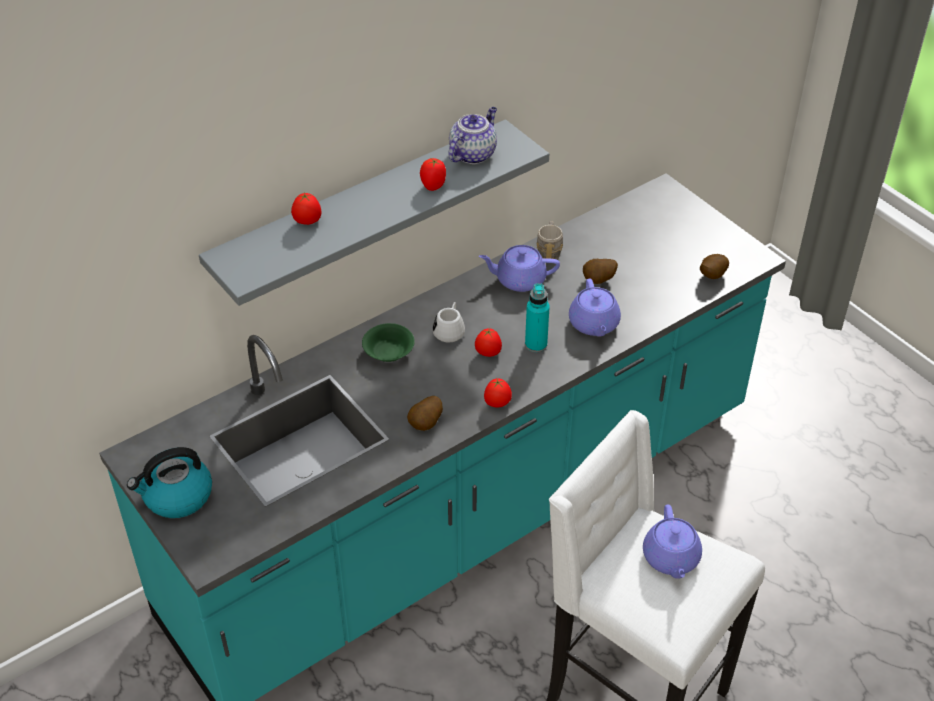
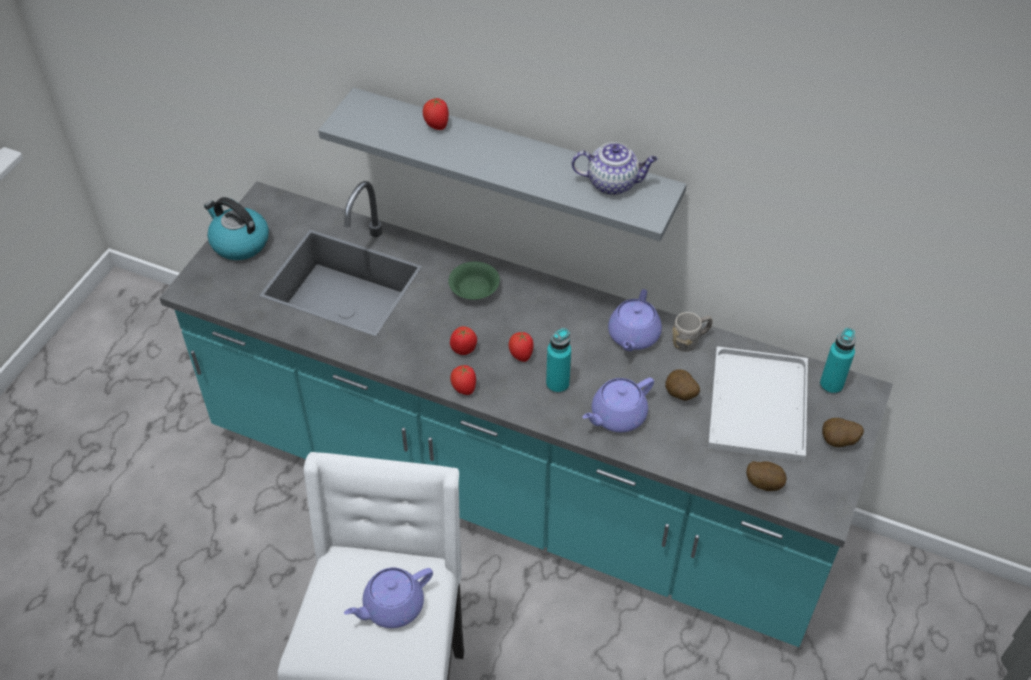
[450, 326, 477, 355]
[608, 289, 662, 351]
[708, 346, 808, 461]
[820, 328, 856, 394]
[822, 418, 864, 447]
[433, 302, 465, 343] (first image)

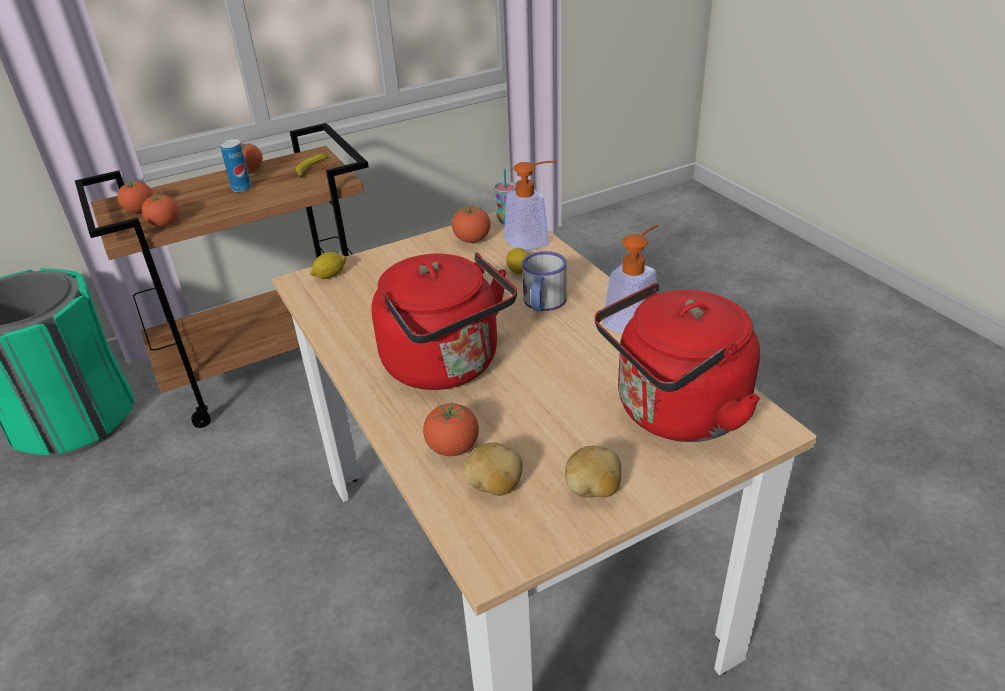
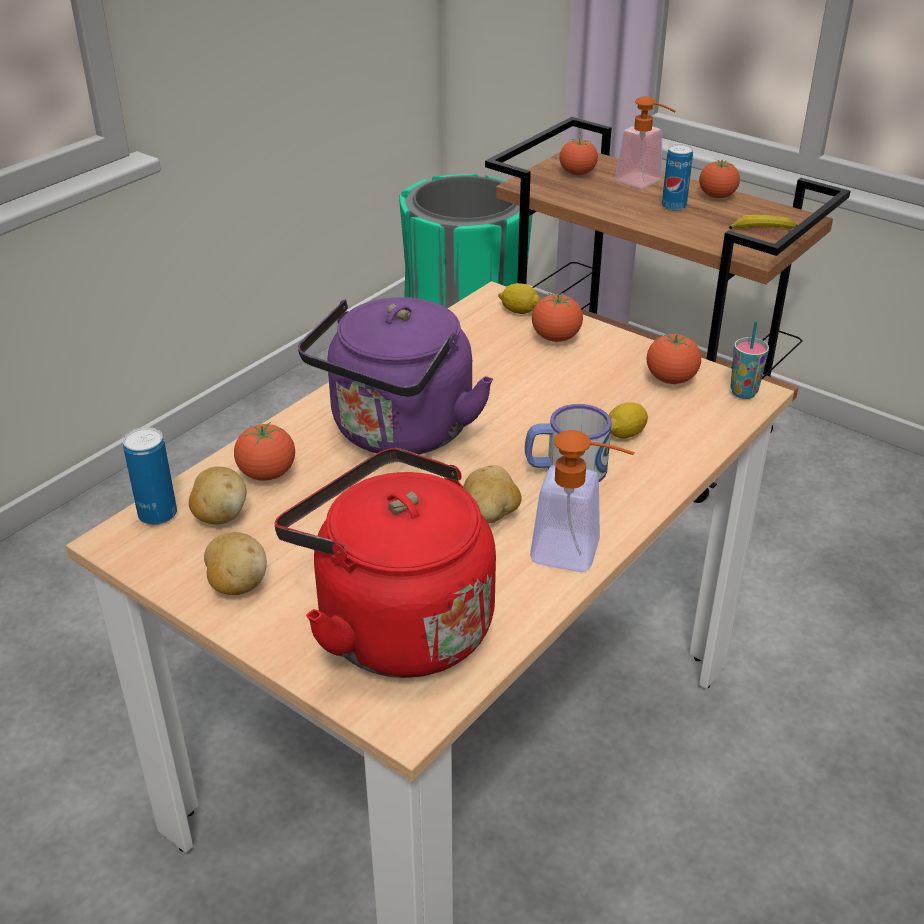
[123, 427, 177, 525]
[298, 297, 493, 454]
[463, 465, 522, 523]
[532, 293, 583, 342]
[615, 96, 676, 188]

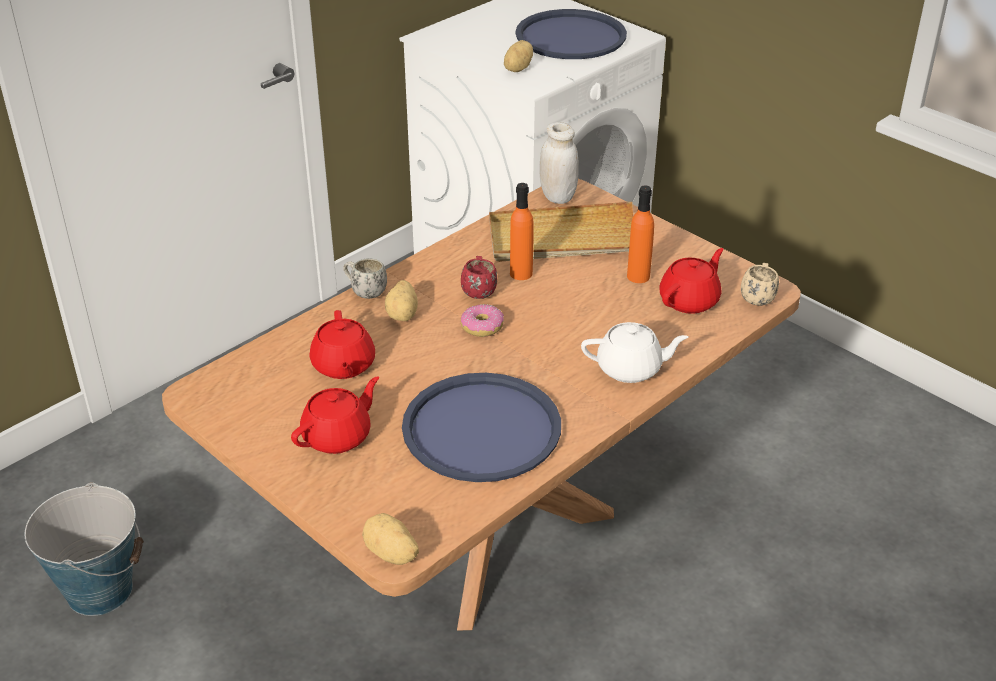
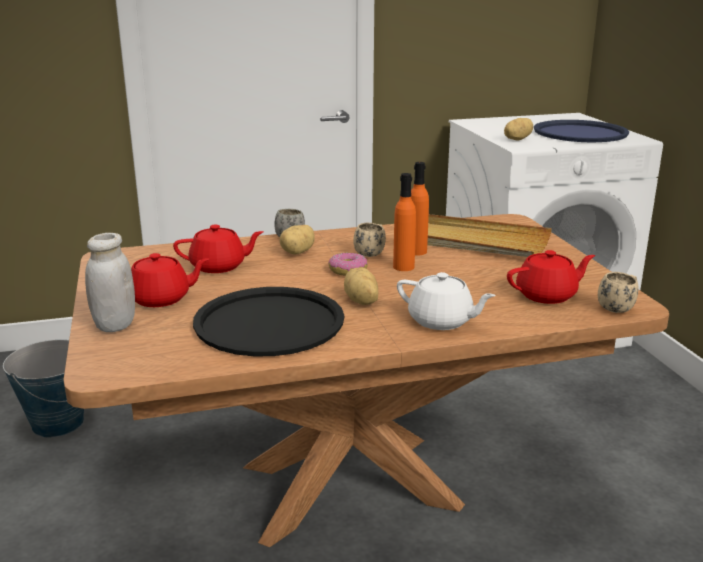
[85, 233, 135, 332]
[173, 225, 263, 273]
[193, 287, 344, 356]
[344, 268, 378, 305]
[353, 223, 386, 257]
[393, 173, 416, 271]

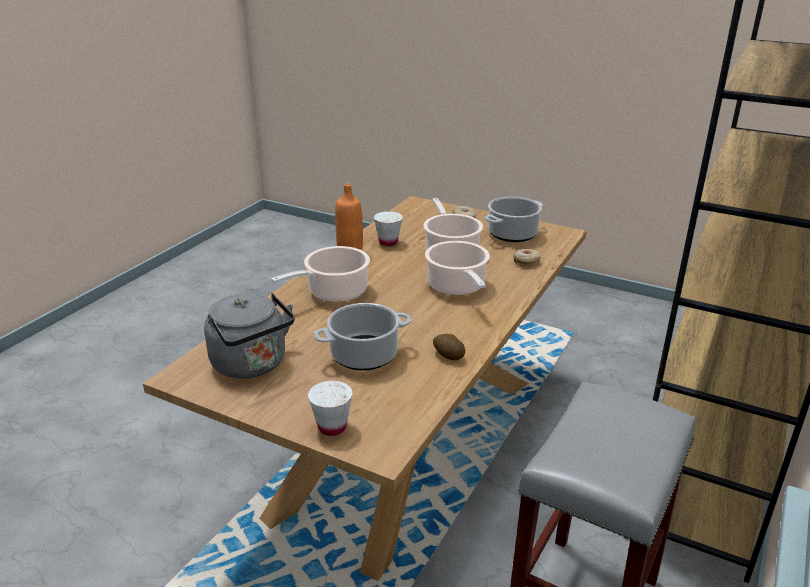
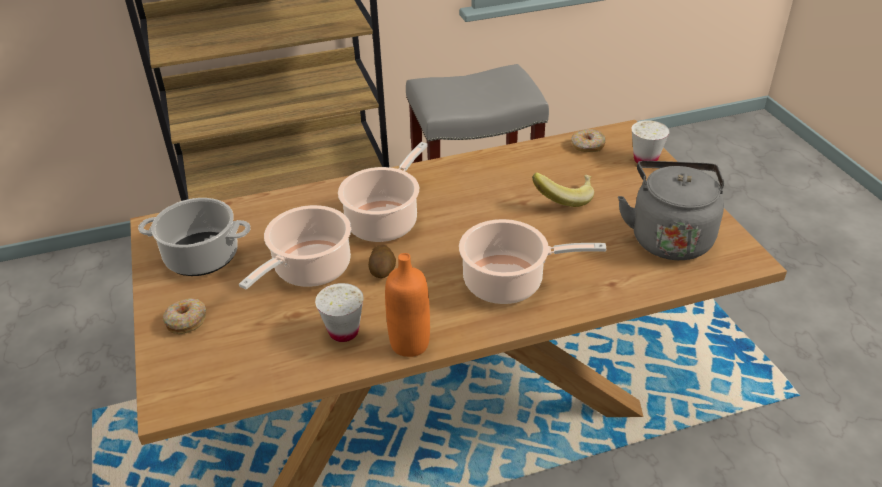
[368, 245, 396, 278]
[532, 173, 594, 207]
[571, 129, 606, 152]

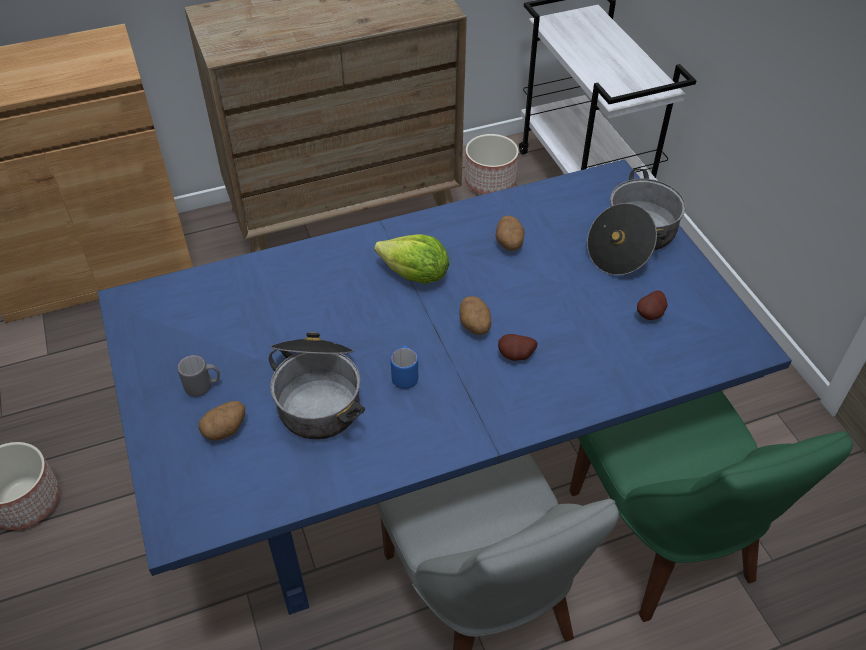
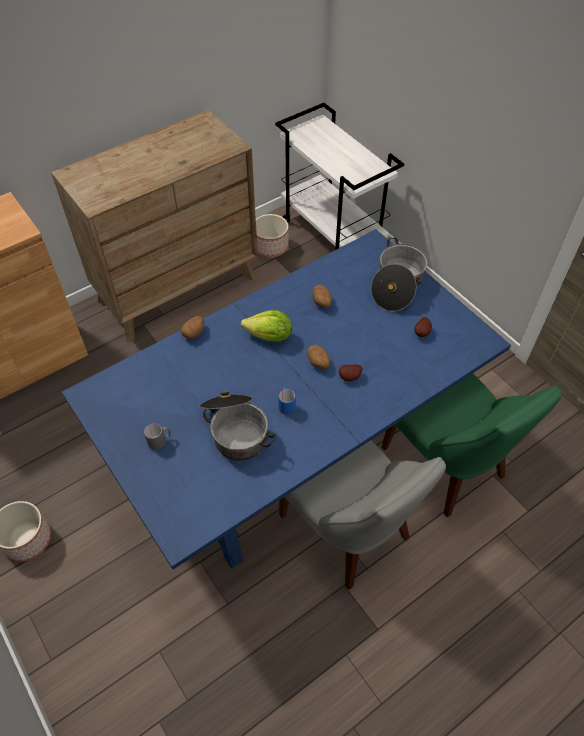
[181, 316, 204, 339]

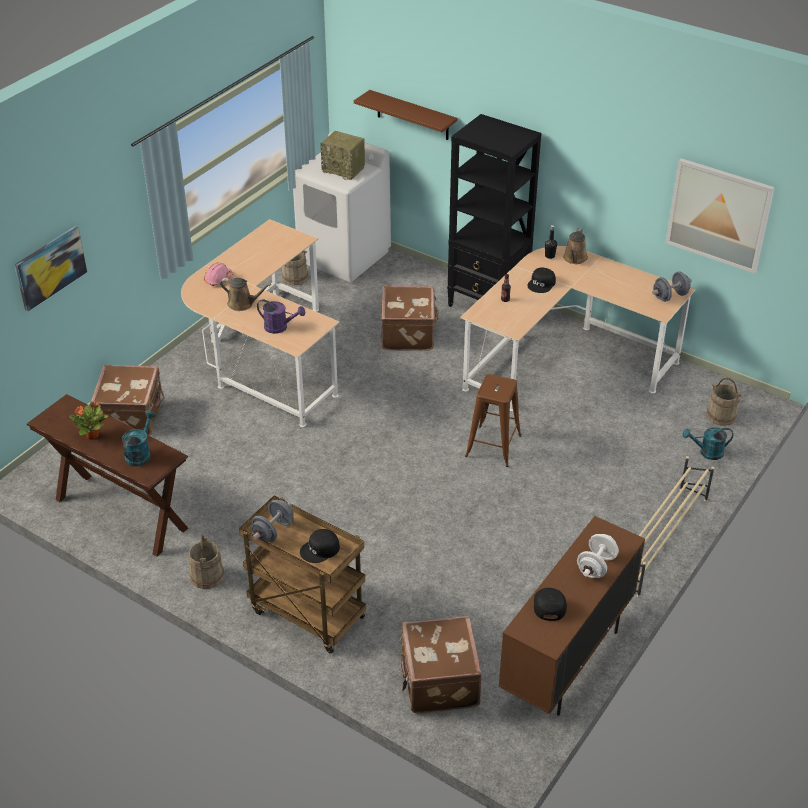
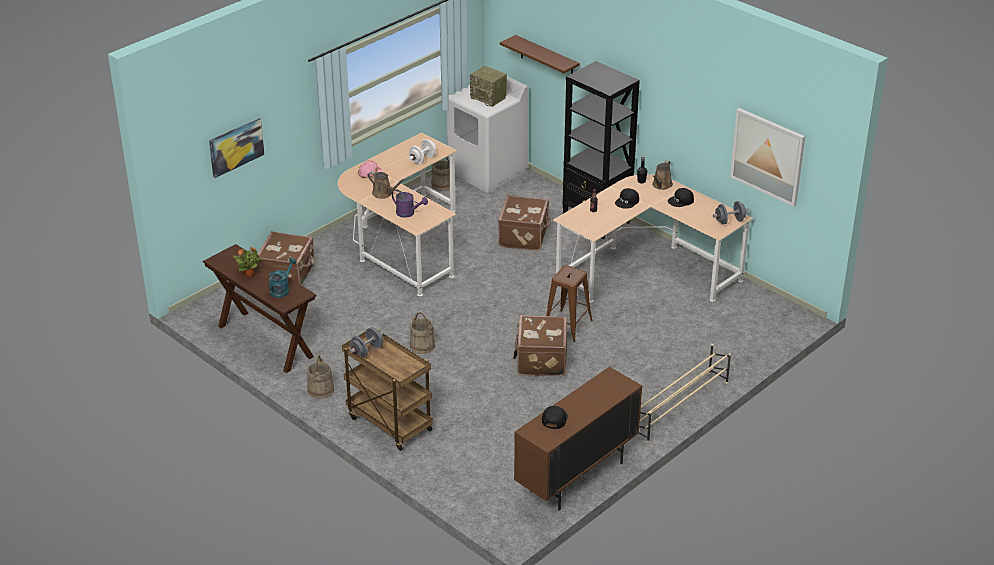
[409, 139, 436, 164]
[410, 312, 435, 354]
[513, 315, 567, 376]
[668, 188, 694, 207]
[682, 427, 733, 460] (first image)

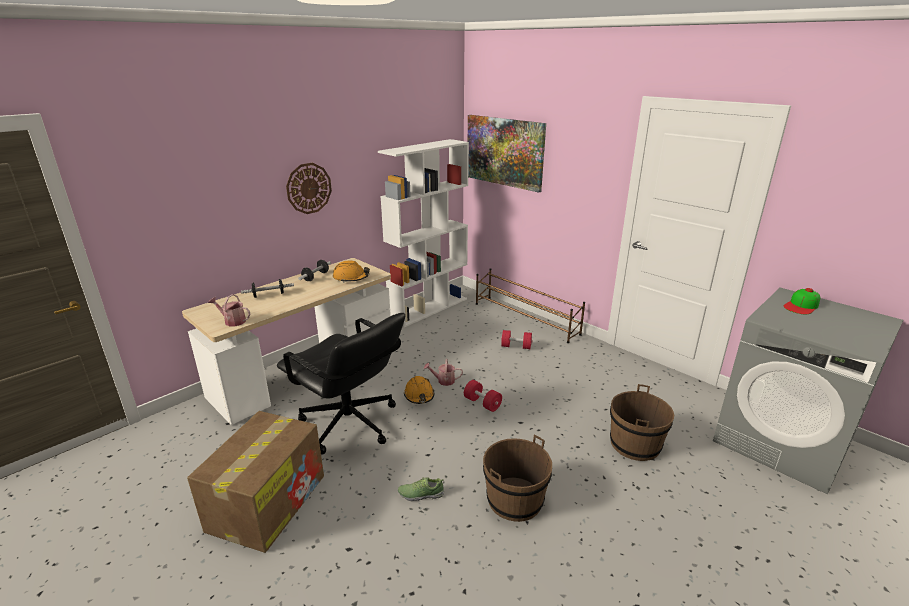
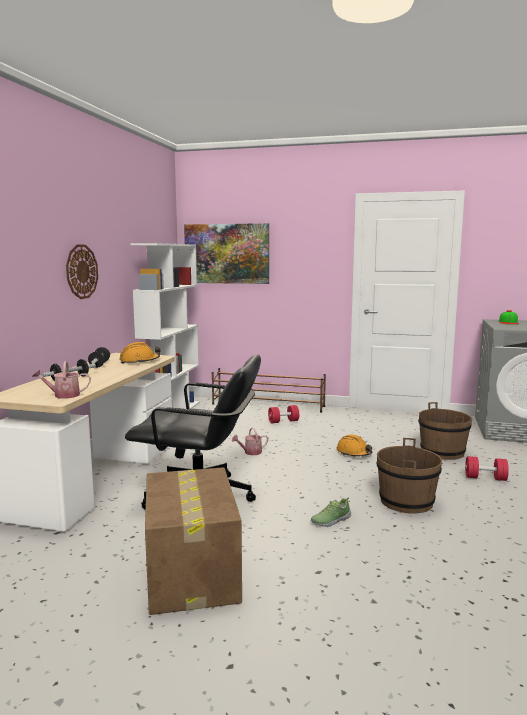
[336, 435, 372, 456]
[465, 456, 509, 481]

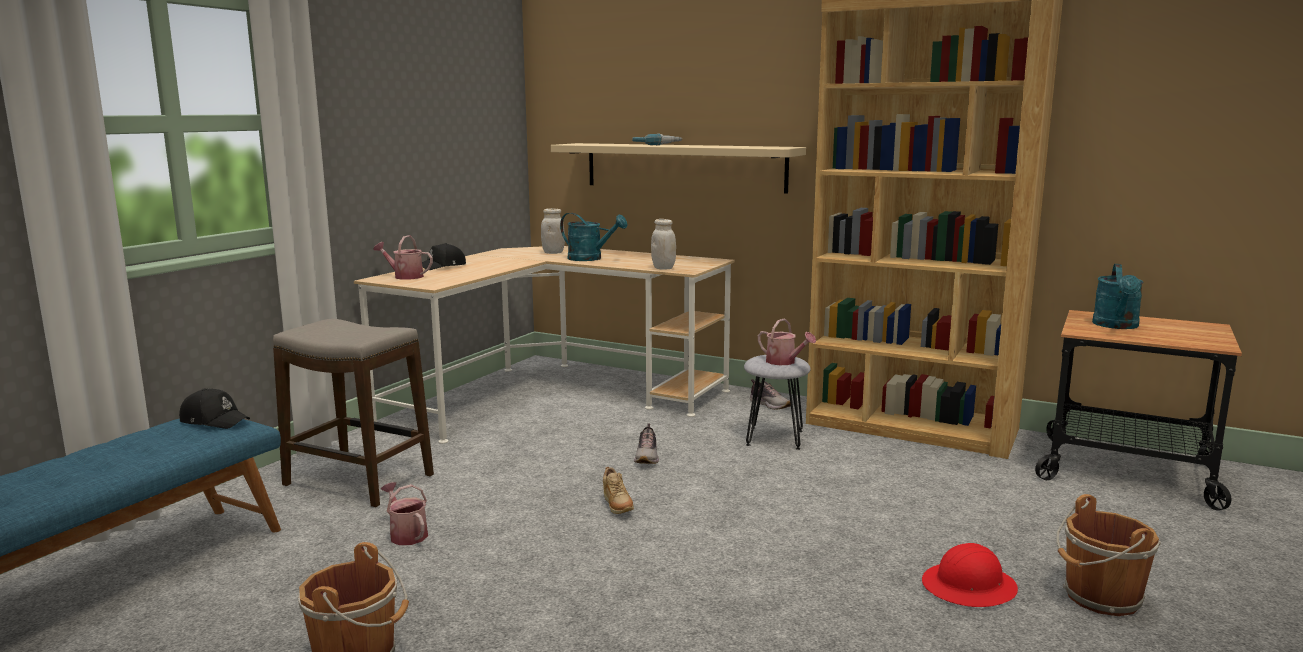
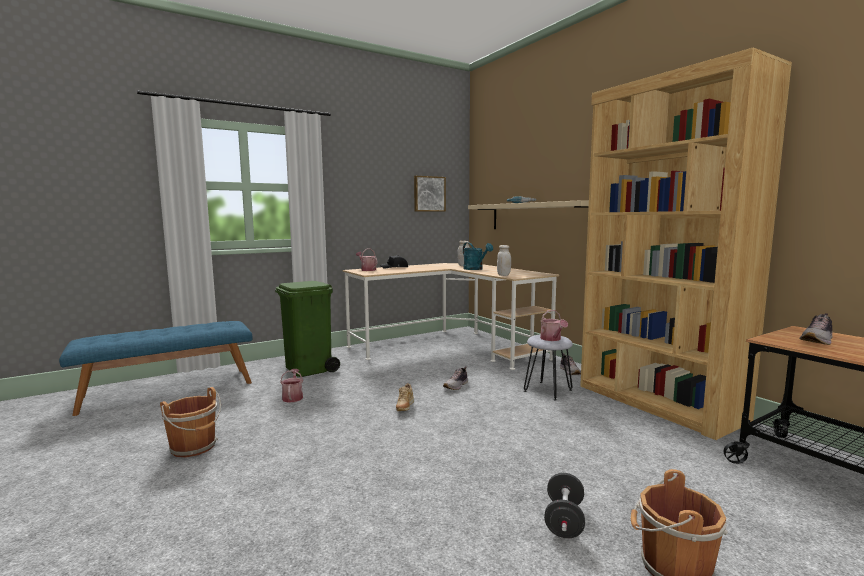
[275, 281, 340, 377]
[414, 176, 446, 211]
[544, 473, 585, 538]
[800, 313, 833, 345]
[179, 388, 250, 429] (first image)

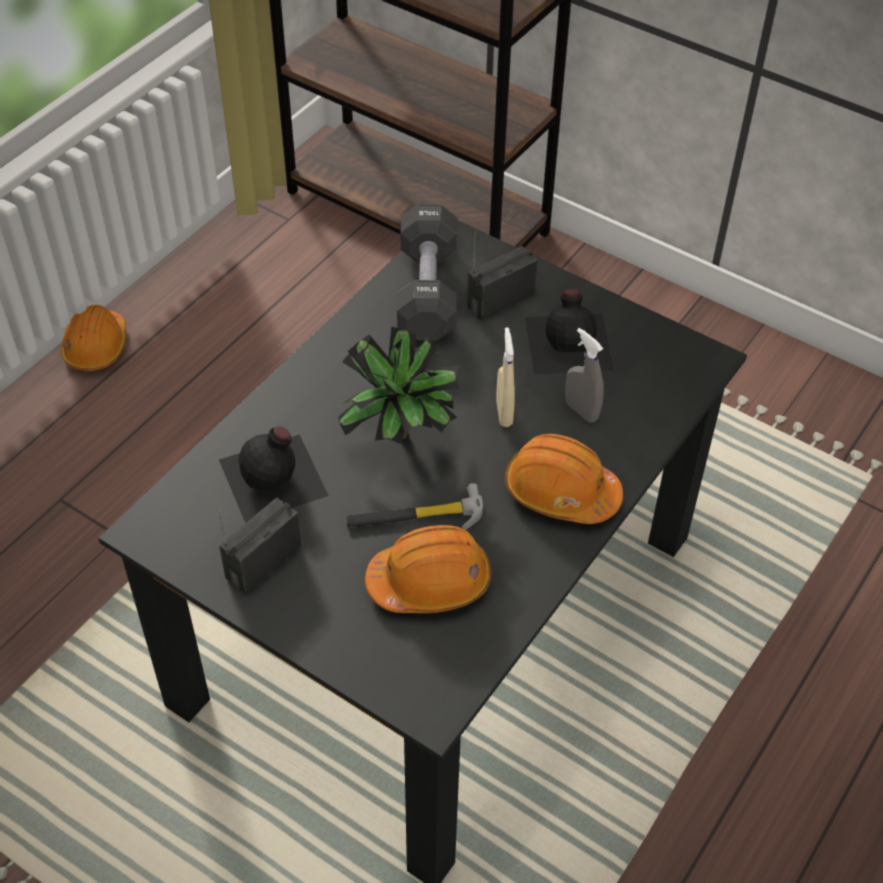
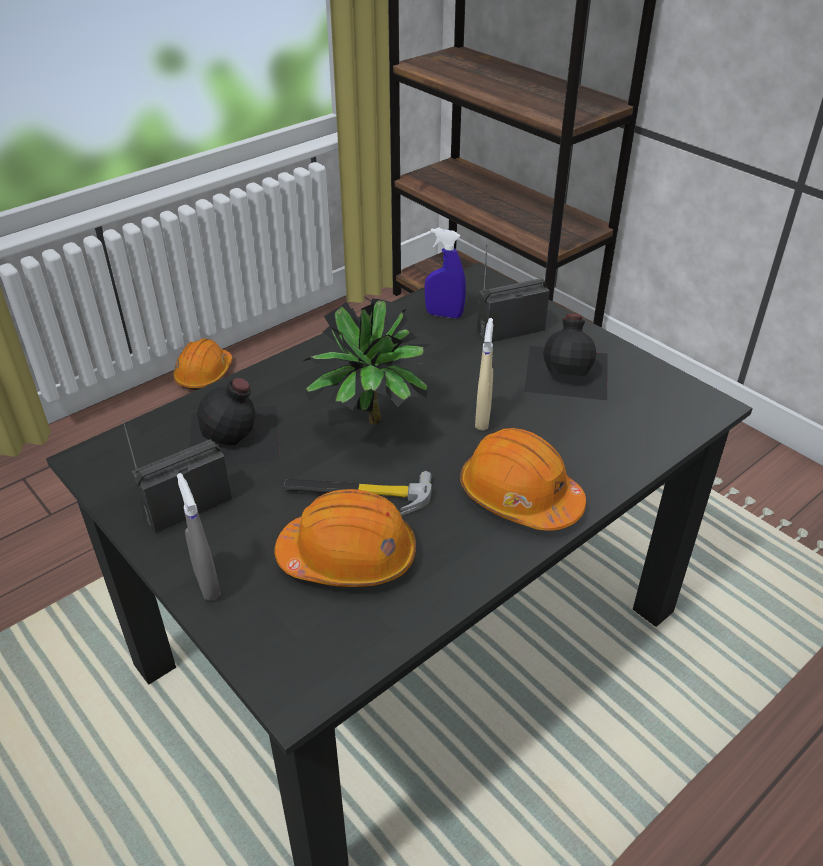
[177, 473, 221, 601]
[425, 228, 466, 318]

